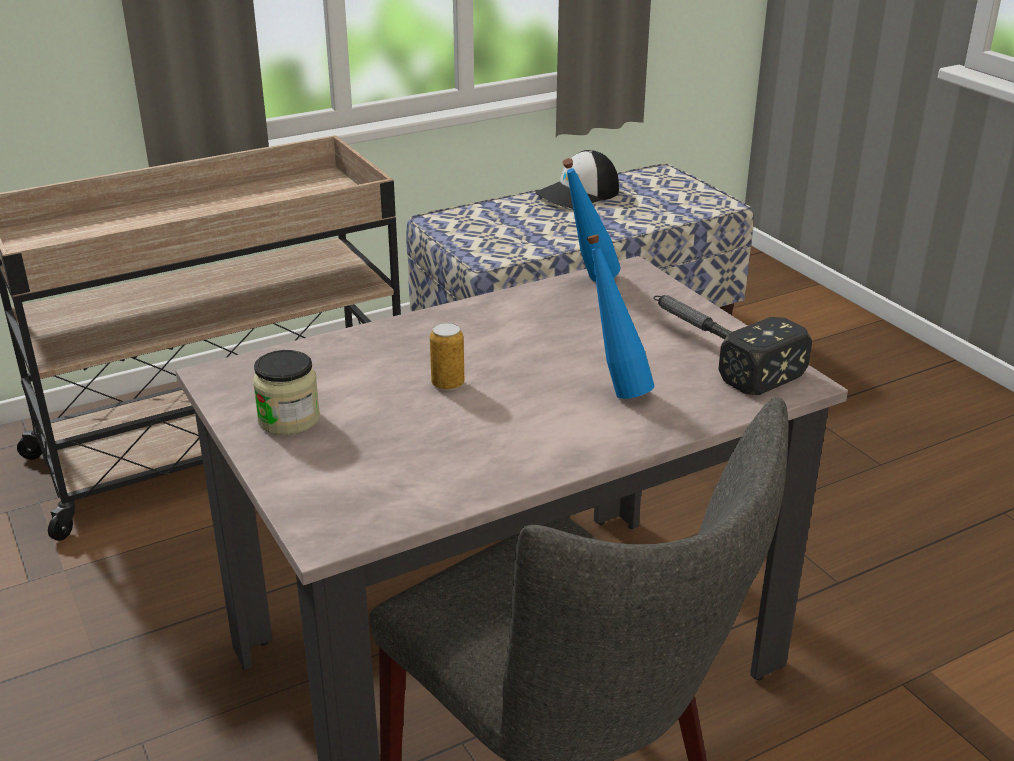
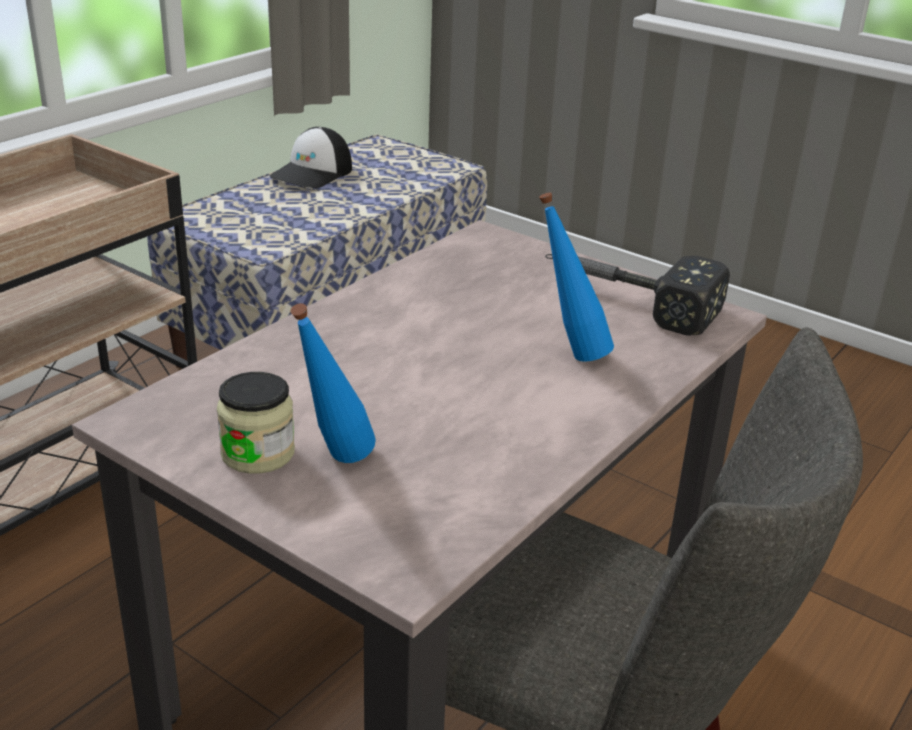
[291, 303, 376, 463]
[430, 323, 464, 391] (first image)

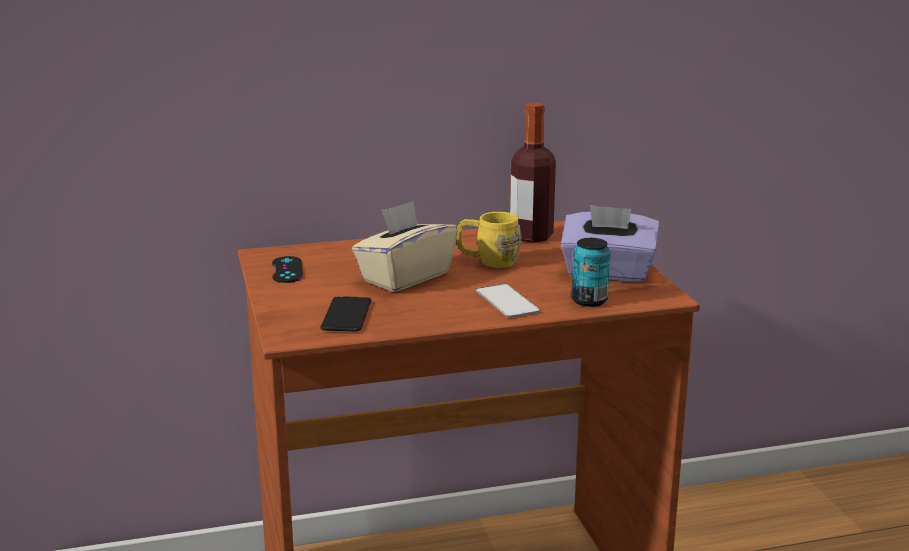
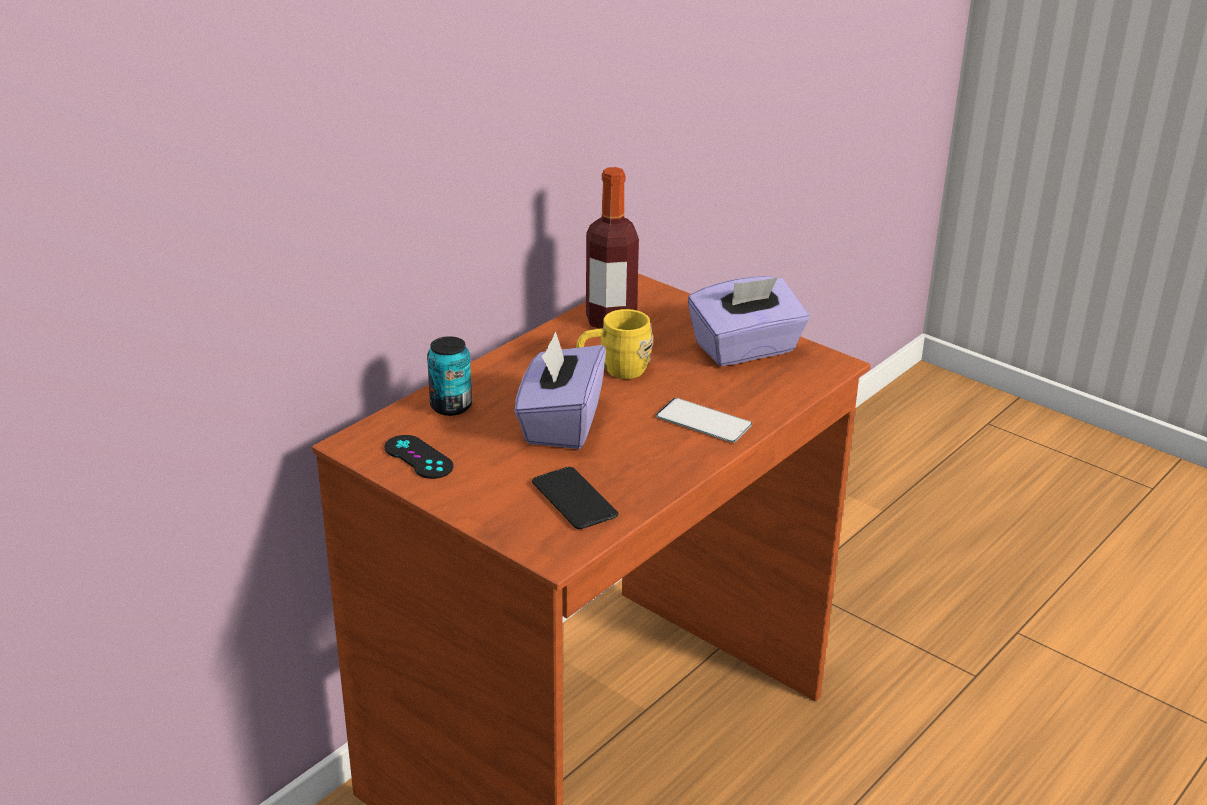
[427, 336, 472, 416]
[515, 331, 606, 449]

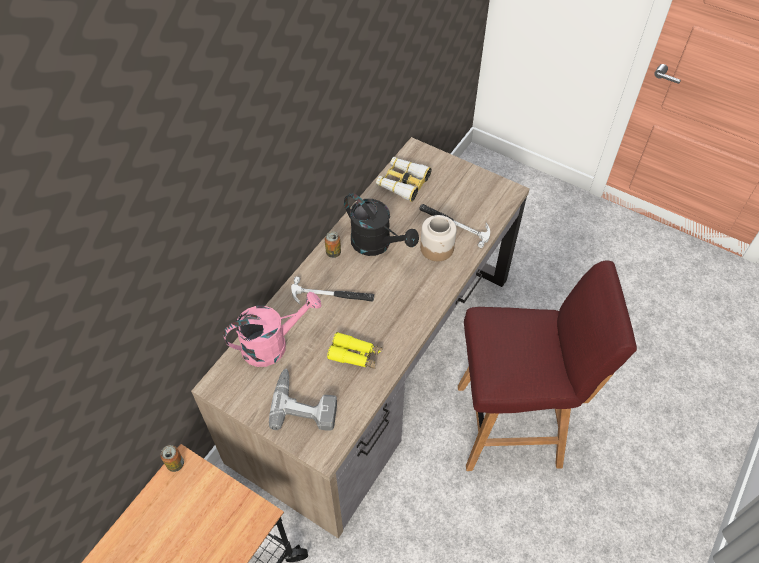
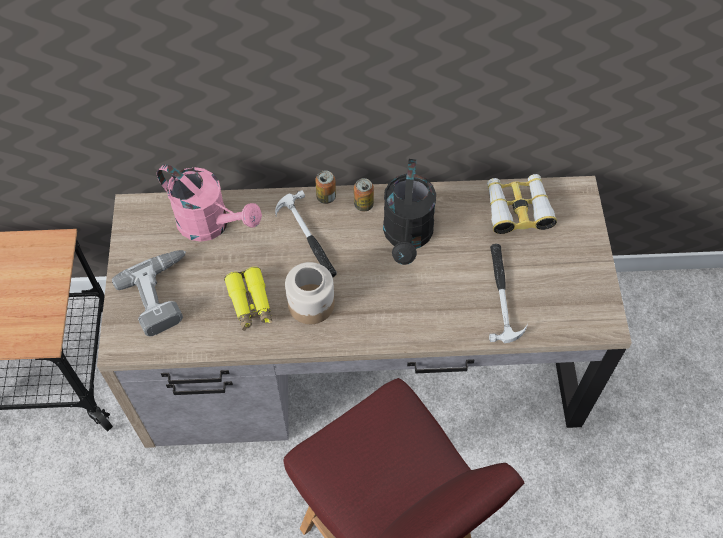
[285, 262, 334, 324]
[315, 170, 336, 204]

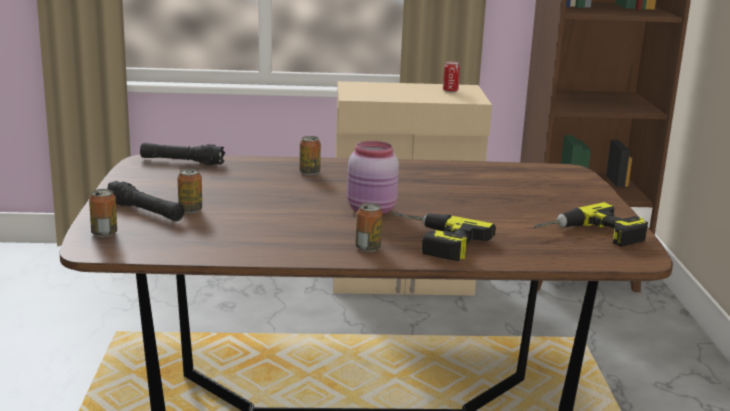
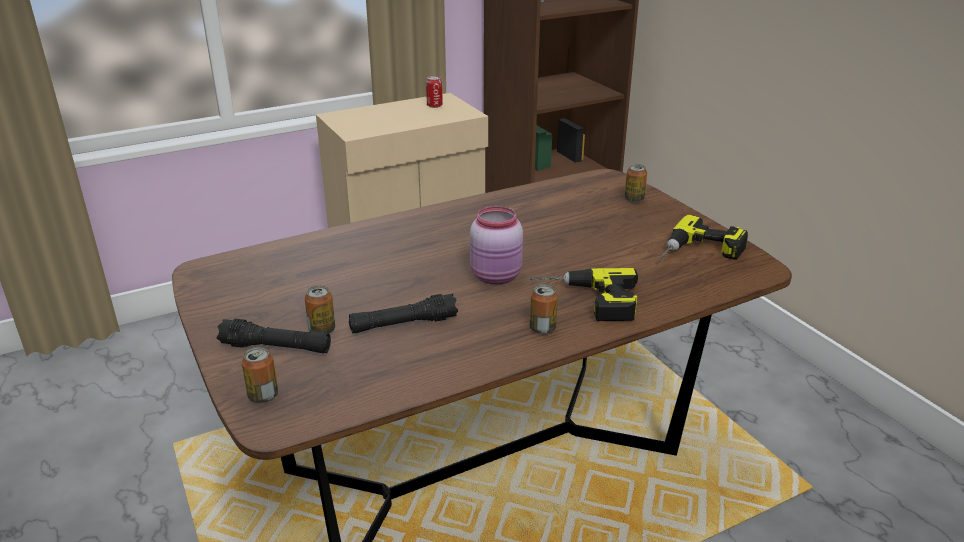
[349, 294, 458, 333]
[624, 164, 647, 203]

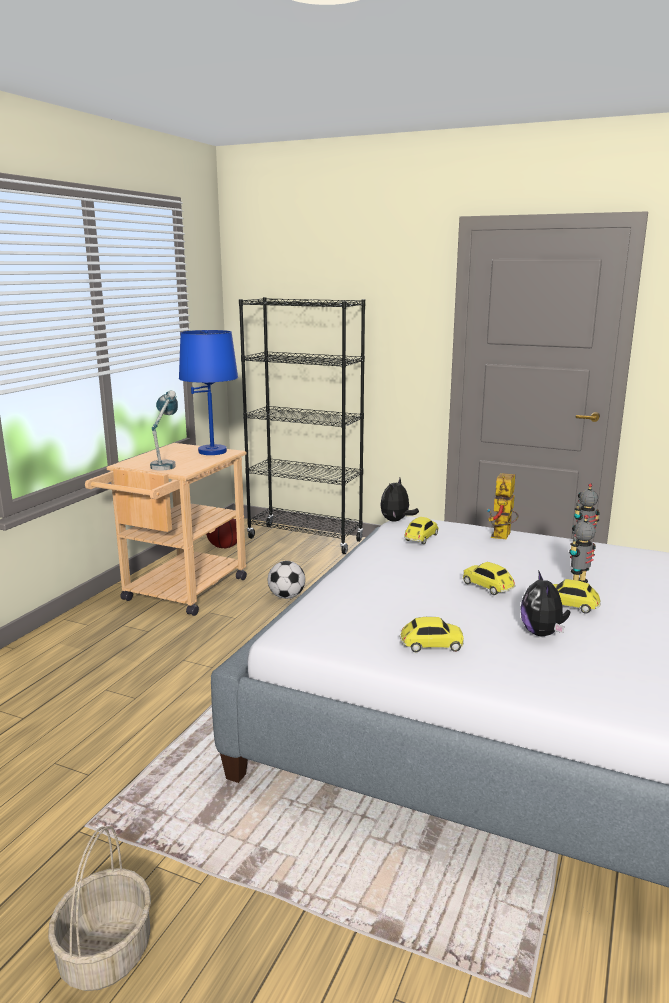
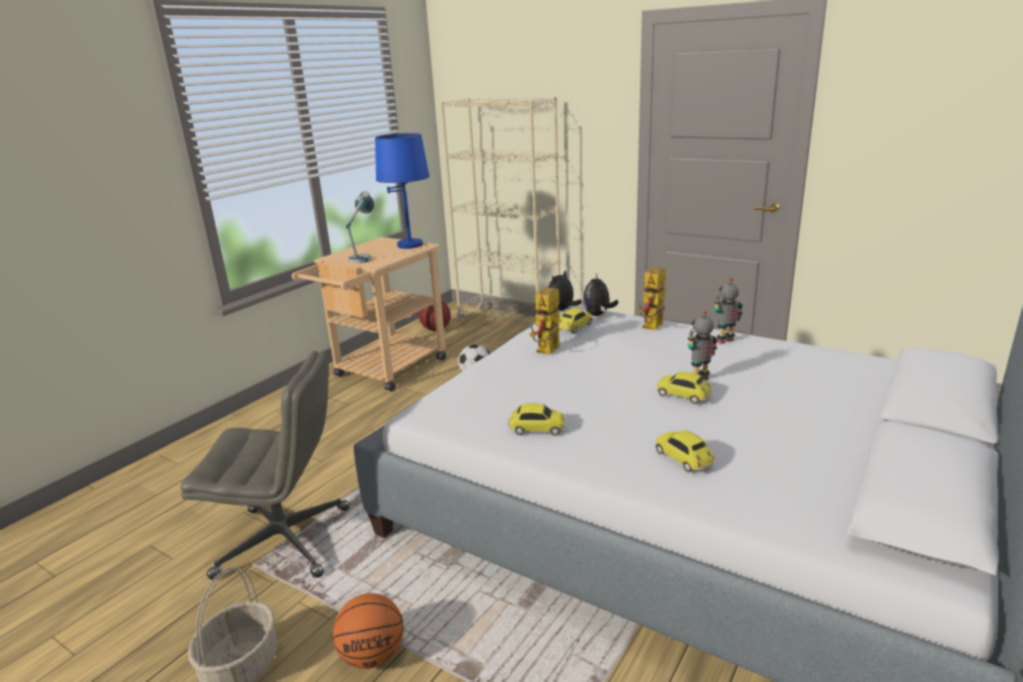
[180, 351, 350, 580]
[333, 593, 404, 669]
[440, 97, 560, 323]
[529, 287, 560, 354]
[583, 274, 618, 316]
[655, 430, 715, 472]

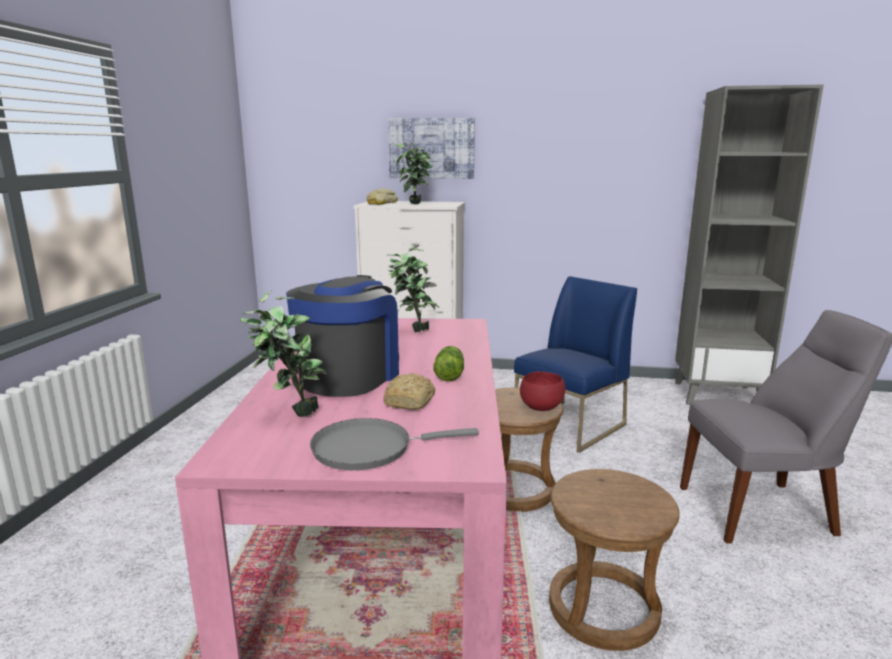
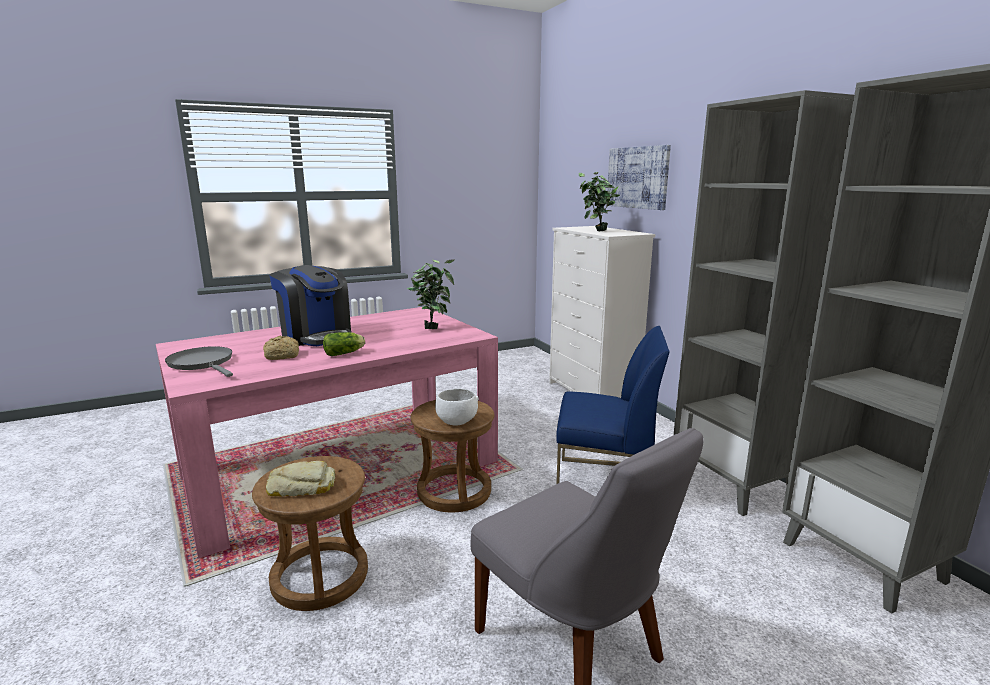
[266, 461, 335, 497]
[269, 265, 351, 346]
[435, 389, 479, 426]
[673, 90, 854, 516]
[240, 291, 327, 417] (first image)

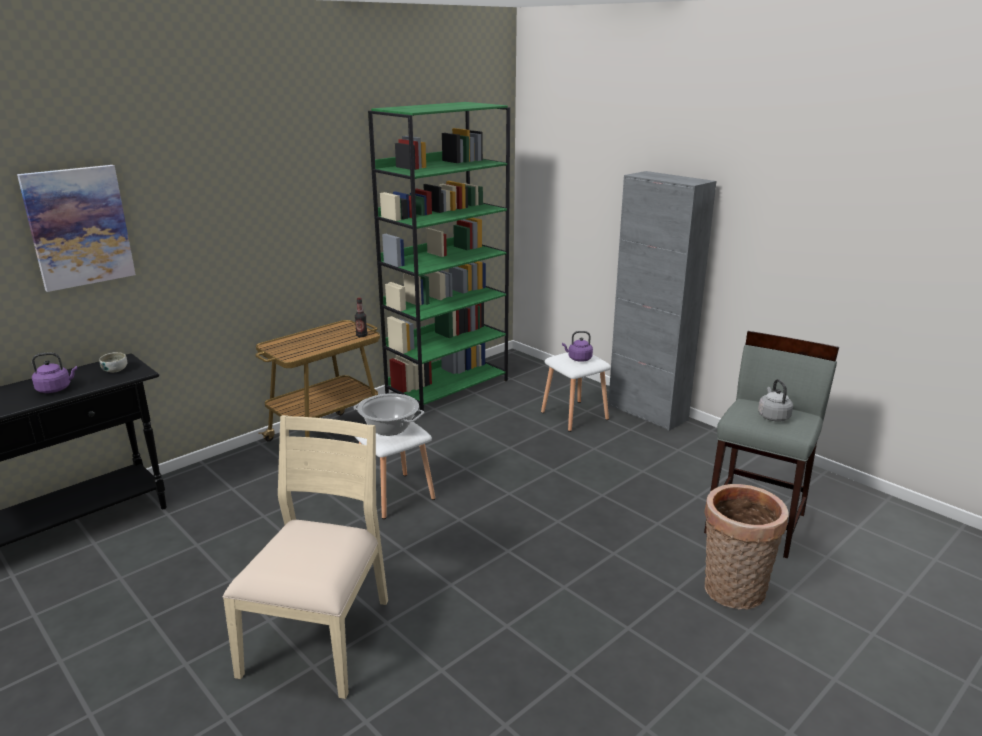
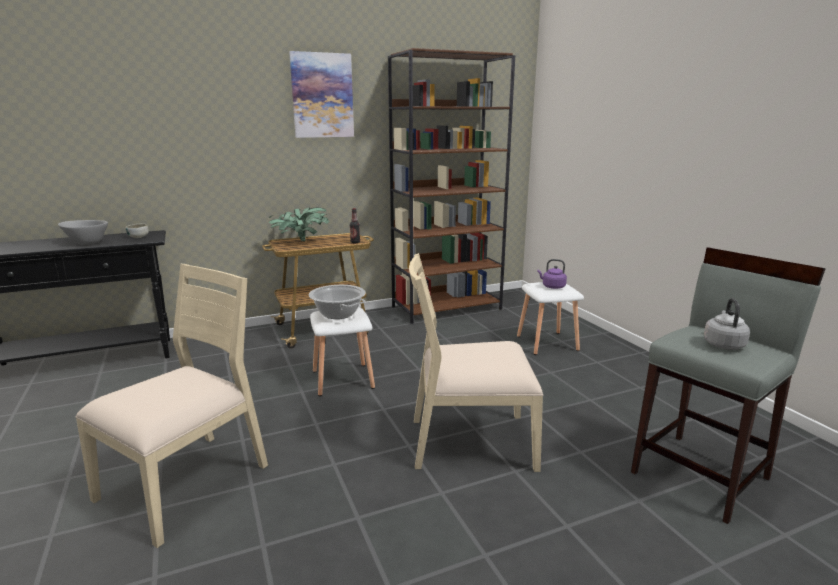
[58, 220, 108, 245]
[269, 208, 330, 241]
[289, 51, 354, 138]
[388, 48, 515, 324]
[409, 253, 543, 472]
[608, 171, 716, 431] (first image)
[704, 484, 789, 610] (first image)

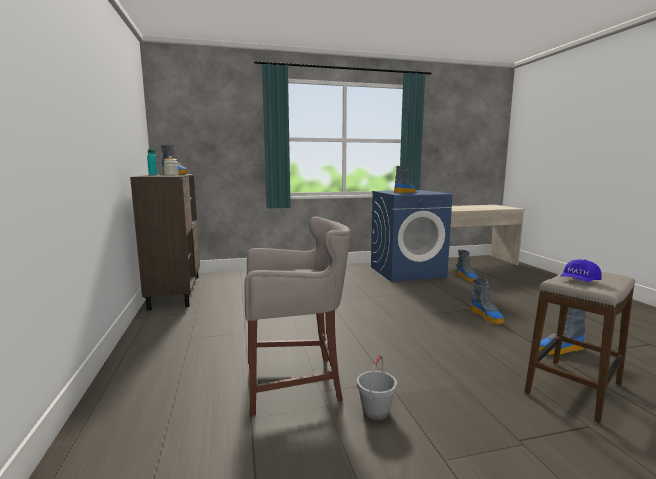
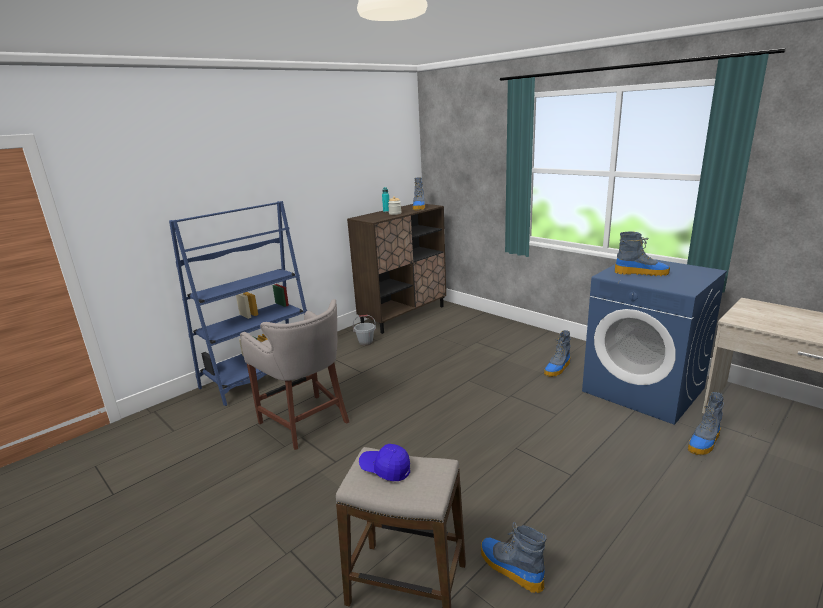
[169, 201, 307, 406]
[353, 315, 376, 346]
[544, 330, 571, 377]

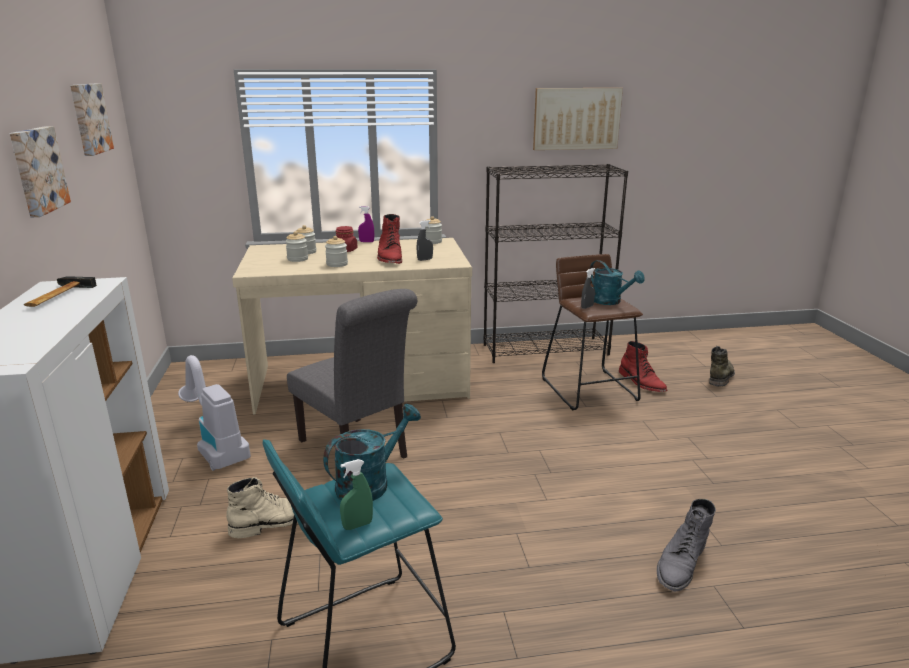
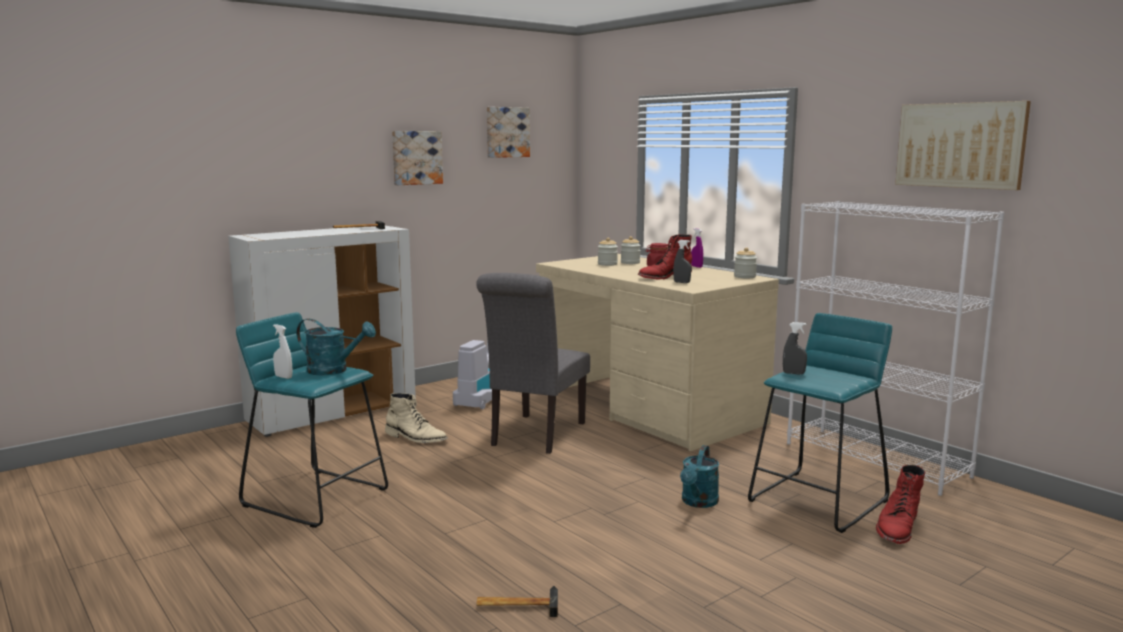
[273, 324, 293, 379]
[476, 586, 558, 617]
[680, 445, 719, 508]
[748, 313, 892, 533]
[787, 201, 1005, 496]
[325, 236, 348, 267] (first image)
[709, 346, 735, 386] (first image)

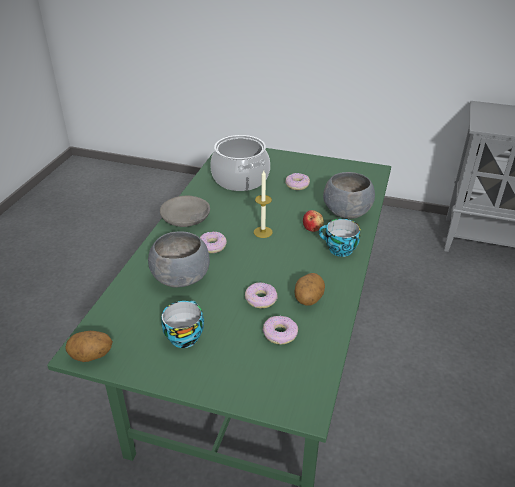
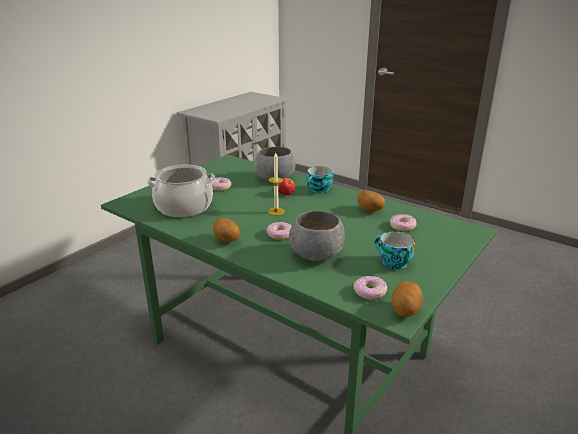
[213, 218, 240, 242]
[354, 276, 387, 300]

